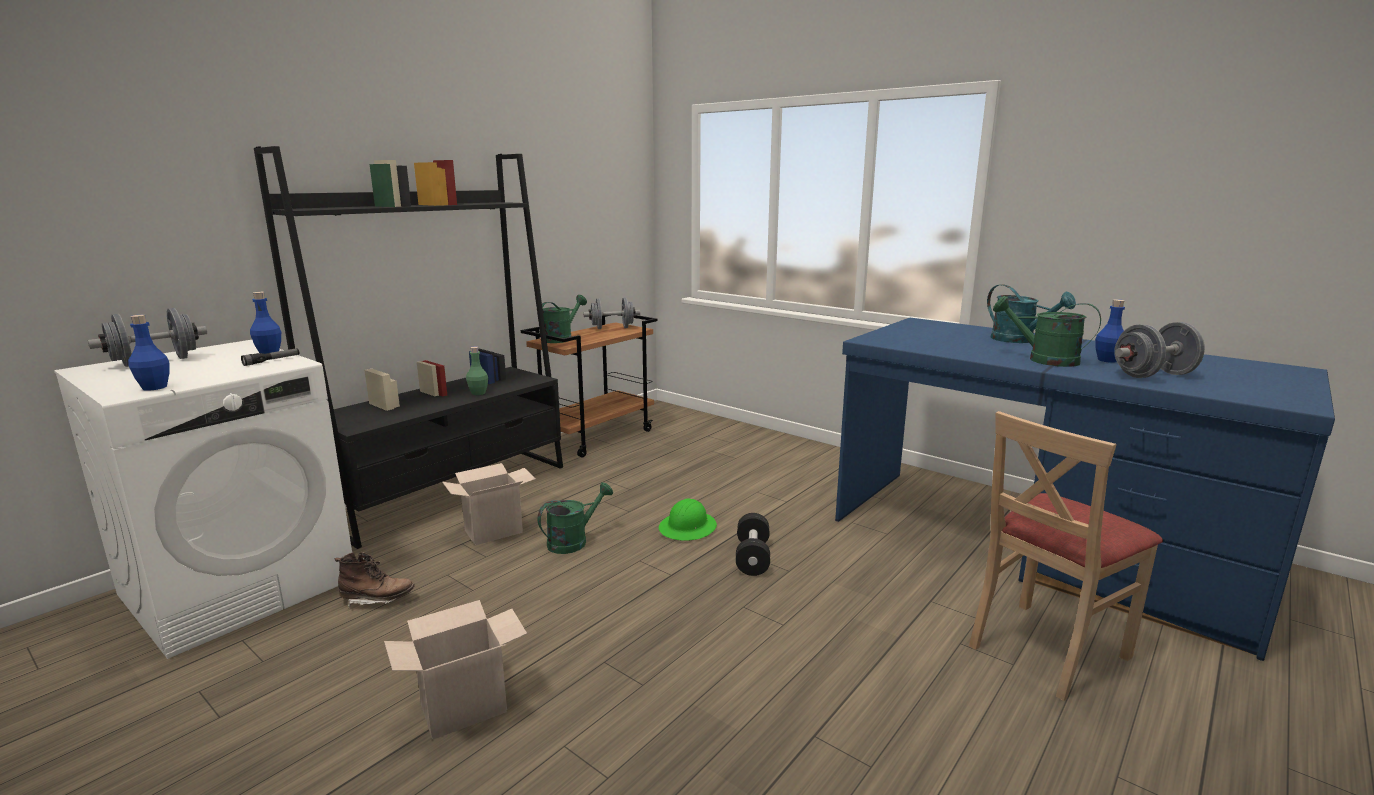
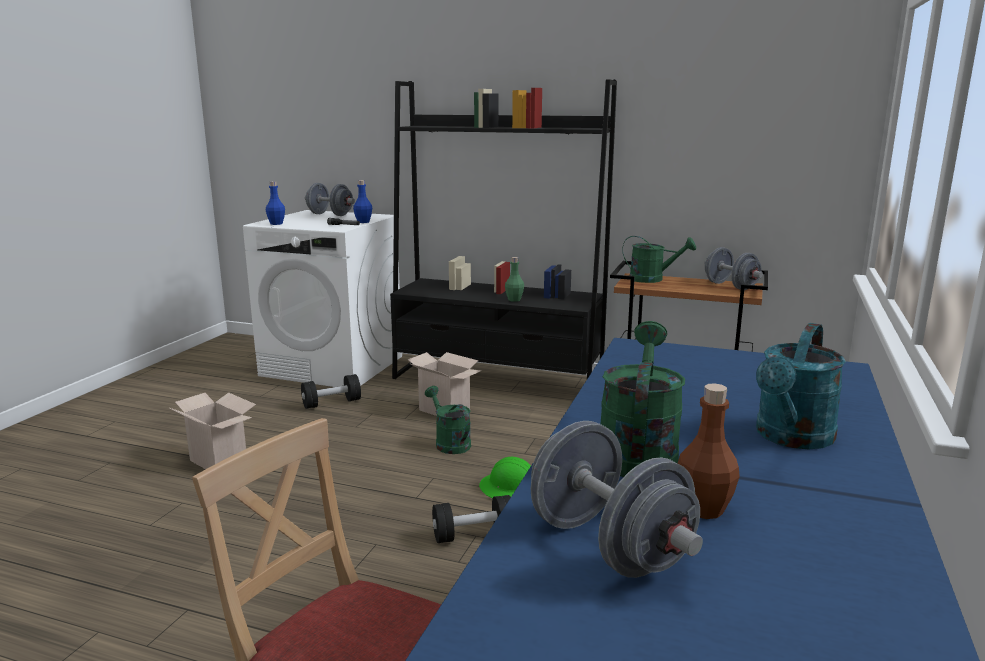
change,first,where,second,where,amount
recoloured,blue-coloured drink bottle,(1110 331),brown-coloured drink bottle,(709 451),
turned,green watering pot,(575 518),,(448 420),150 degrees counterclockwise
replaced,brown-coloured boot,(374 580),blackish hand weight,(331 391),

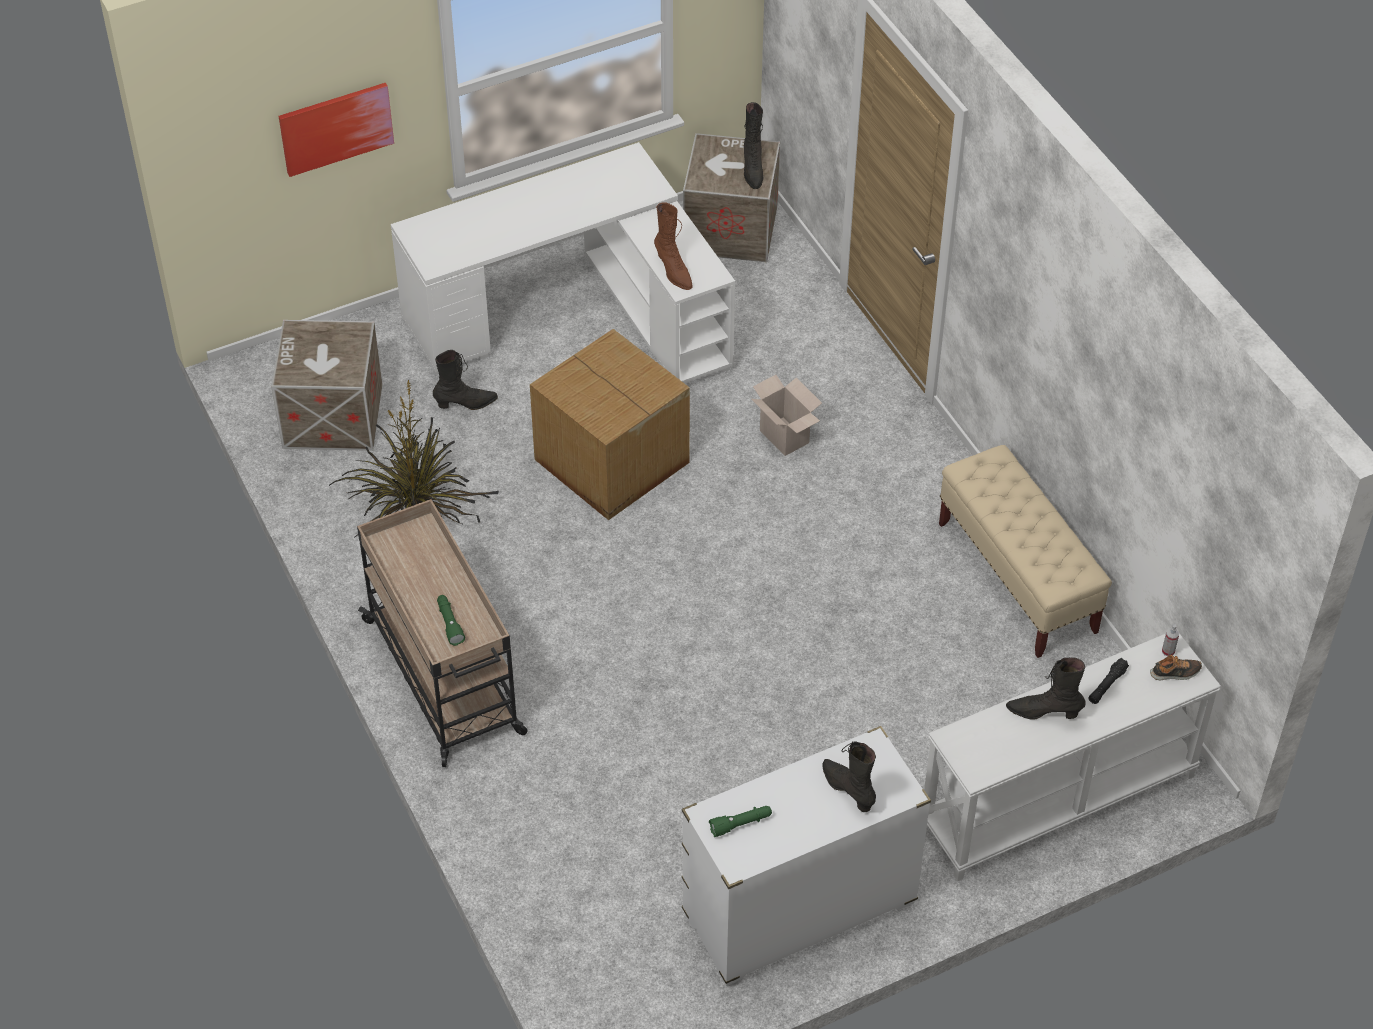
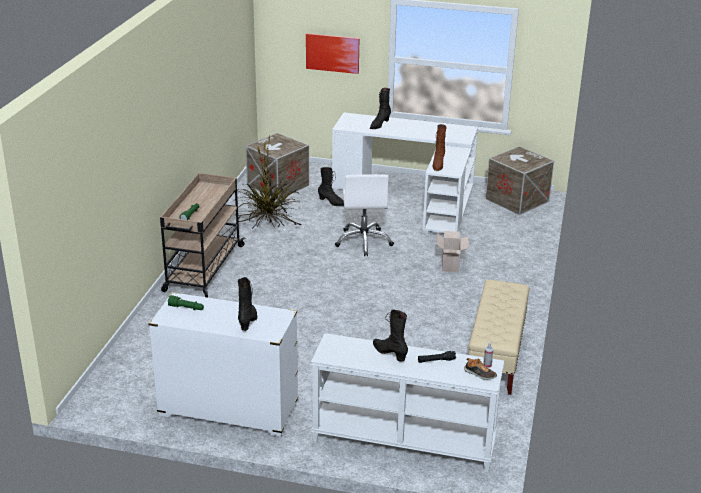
change,first,where,second,where,amount
moved,blackish boot,(753 145),,(380 108),
replaced,carton,(610 424),white desk chair,(364 215),

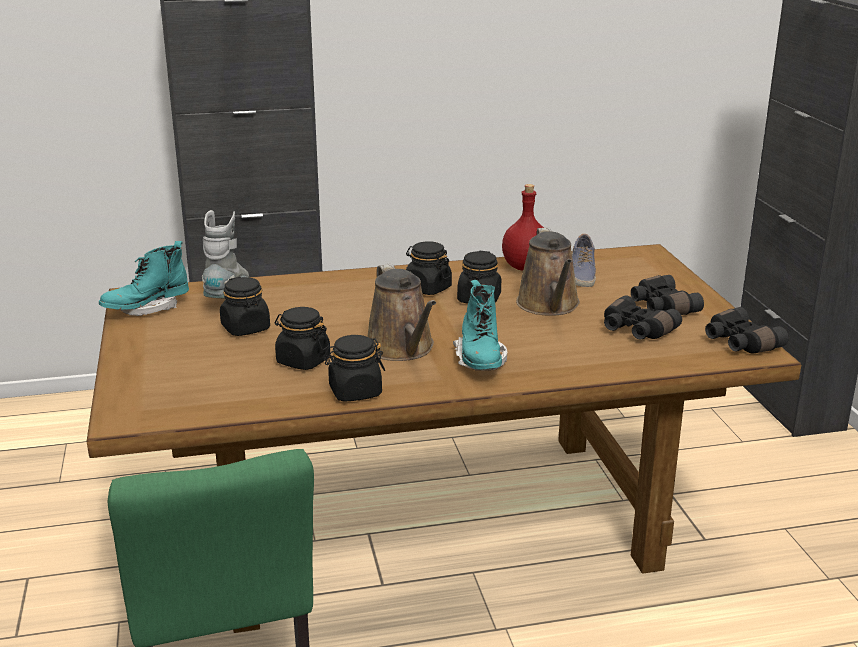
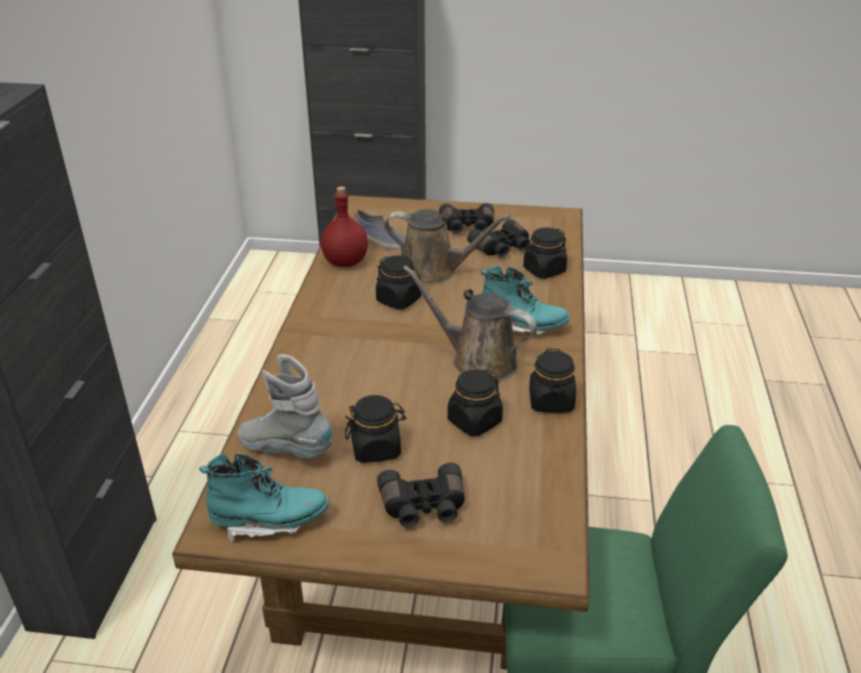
change,first,where,second,where,amount
turned,turquoise boot,(144 278),,(264 496),75 degrees counterclockwise
moved,blackish preserve jar,(429 268),,(545 253),
turned,brown-coloured watering pot,(402 312),,(470 323),150 degrees counterclockwise
moved,blackish field glasses,(747 330),,(421 495),

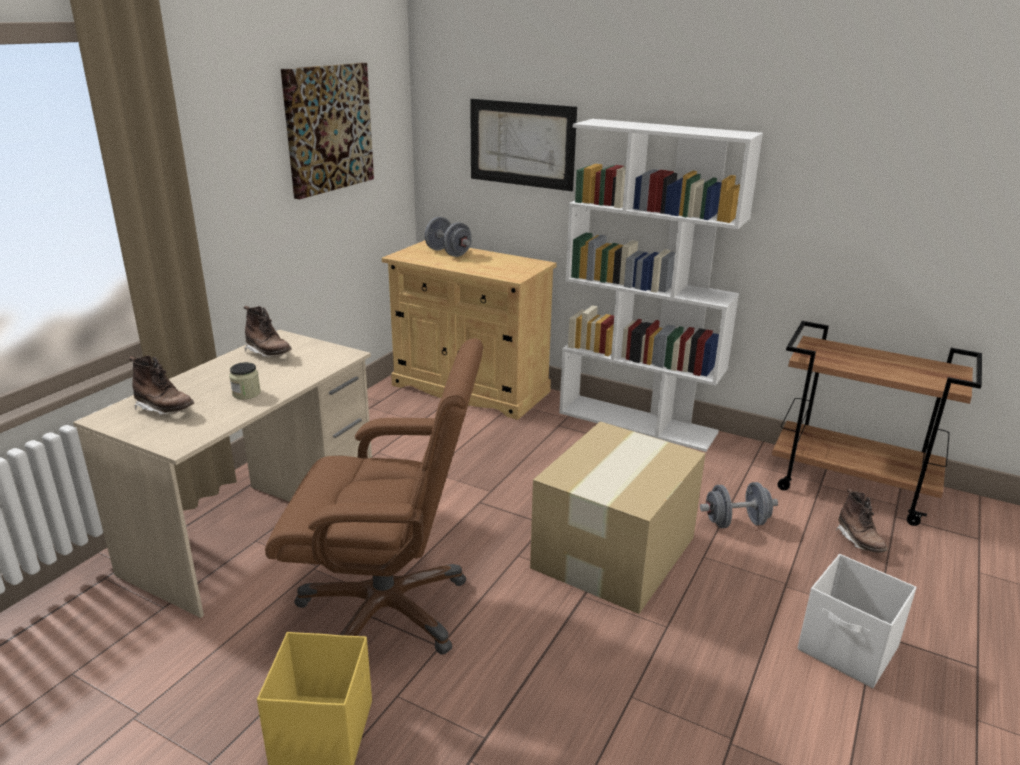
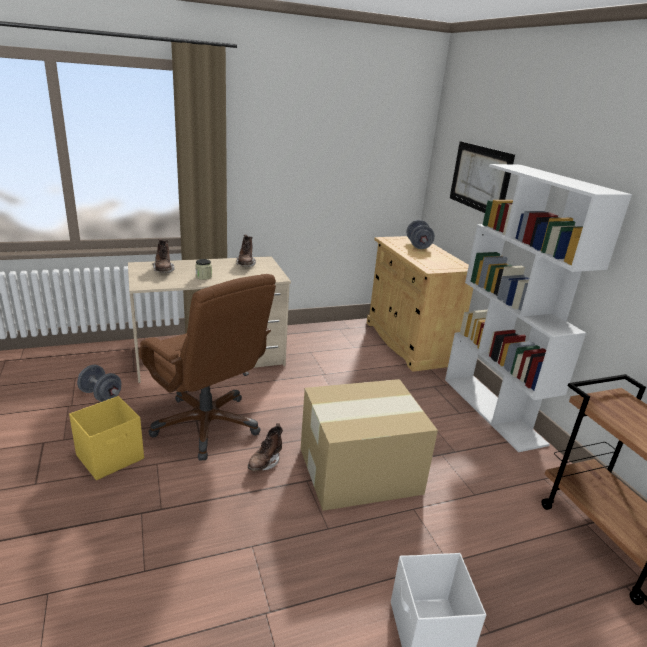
change,first,where,second,where,amount
removed,wall picture,(327 131),,,
moved,gray hand weight,(739 505),,(99 383),
moved,brown-coloured boot,(861 520),,(265 447),

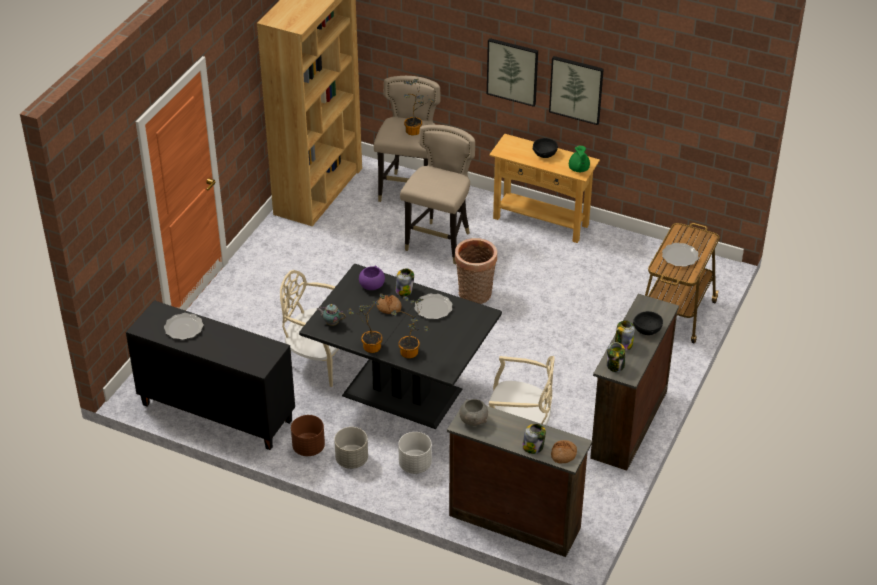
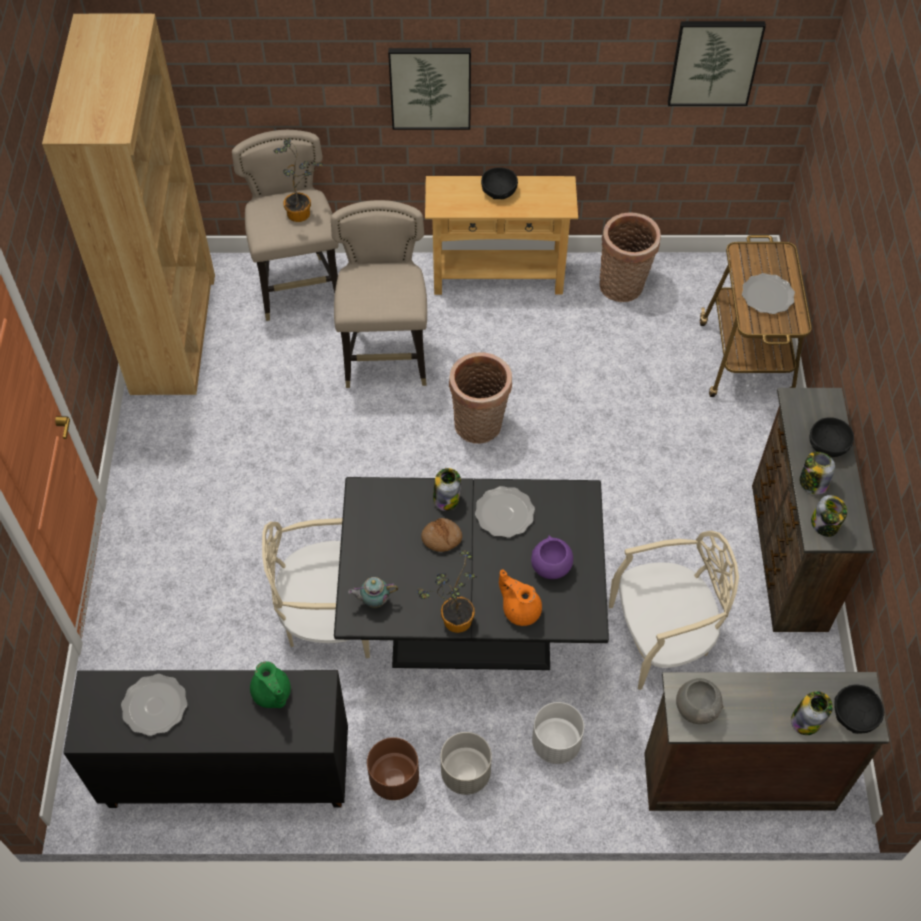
change,first,where,second,where,amount
moved,wall picture,(576 90),,(717 63),
moved,green tea pot,(579 158),,(270 684),
moved,purplish bowl,(372 277),,(552 557),
replaced,plant in a pot,(410 327),orange-coloured tea pot,(520 597),
replaced,bakery bread,(564 452),blackish bowl,(859 709),
added,,,storage basket,(630 257),

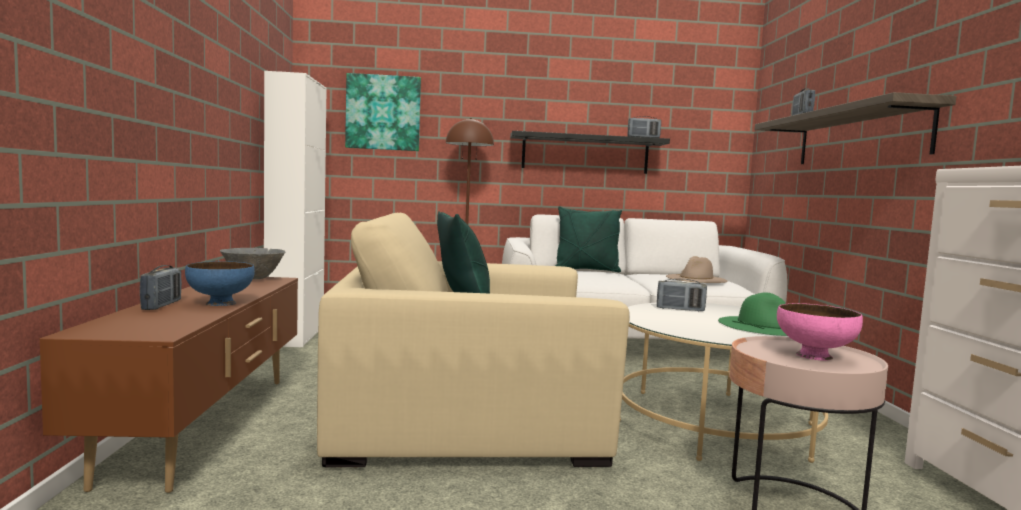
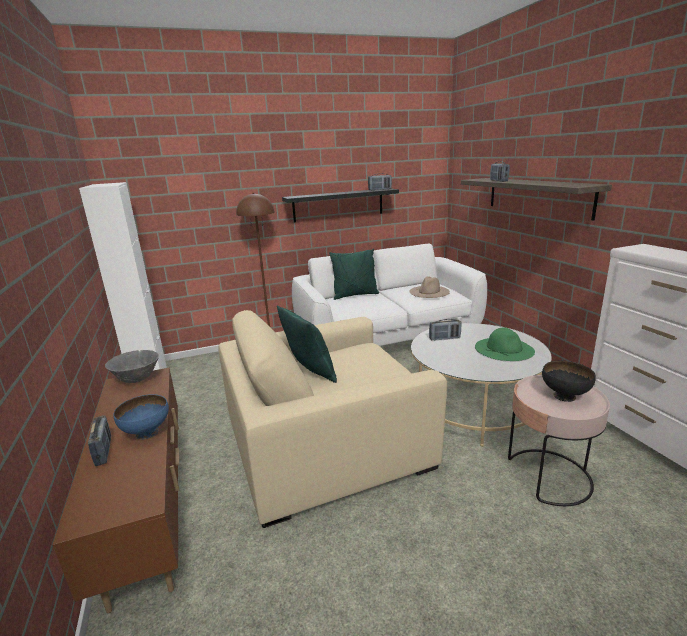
change,first,where,second,where,amount
removed,wall picture,(383 112),,,
recoloured,pink bowl,(820 332),blackish bowl,(569 381),

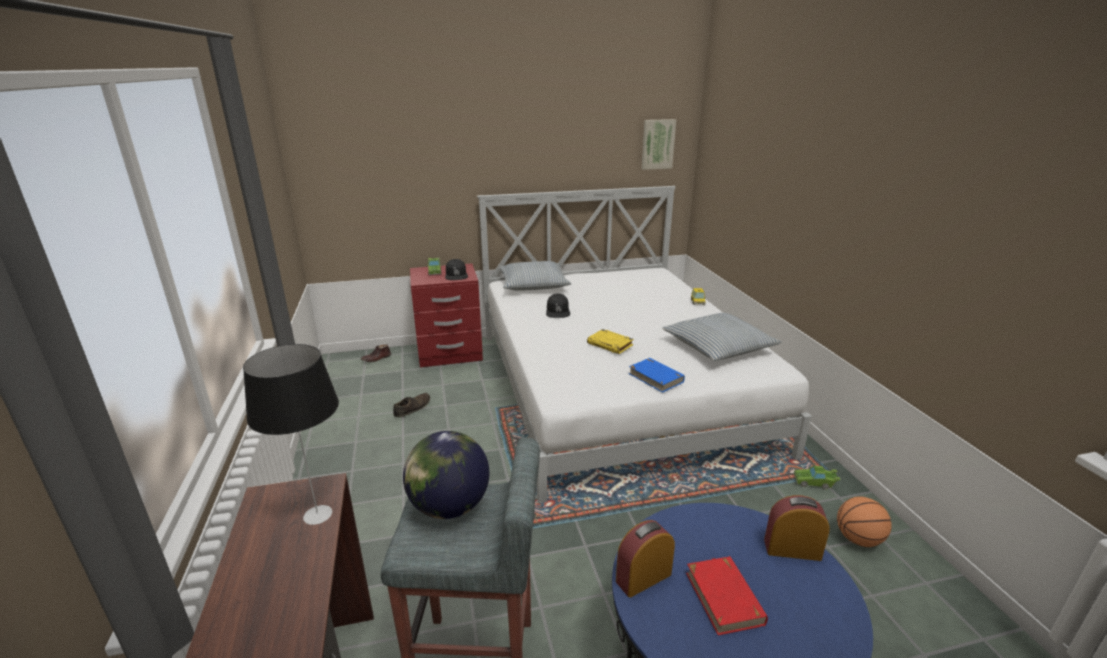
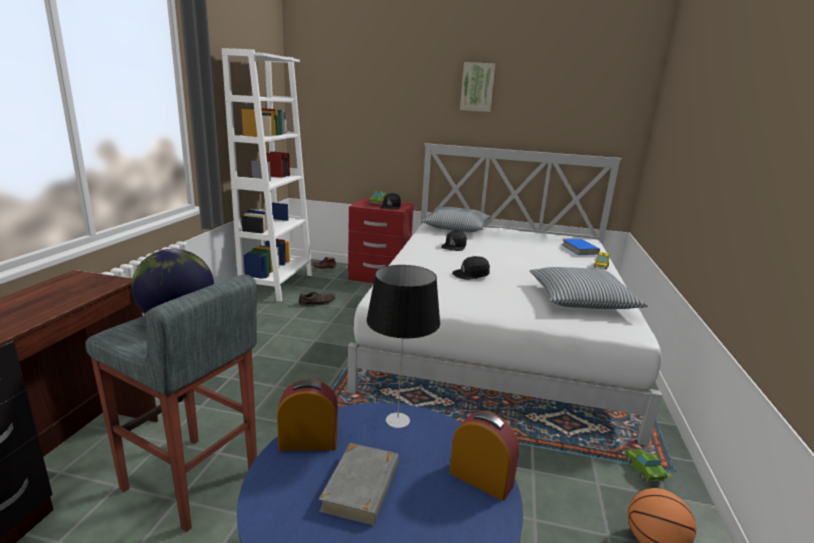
change,first,where,second,where,amount
moved,wall picture,(658 144),,(477 87),
replaced,yellow bound book,(610 341),blackish baseball cap,(471 268),
moved,lamp for a table,(291 434),,(403 346),
moved,blue-coloured bound book,(656 375),,(581 247),
turned,green model car,(817 477),,(648 465),45 degrees clockwise
recoloured,red-coloured bound book,(727 595),gray bound book,(359 484),
added,,,white bookcase,(267 175),

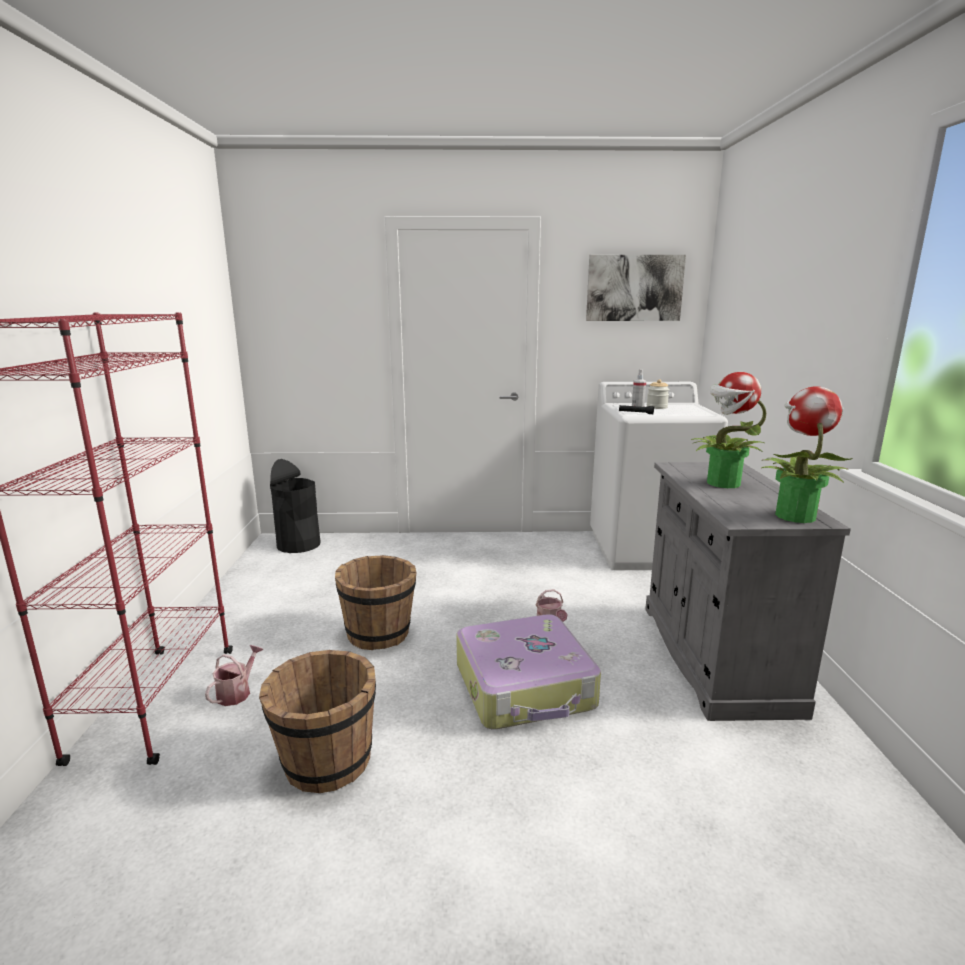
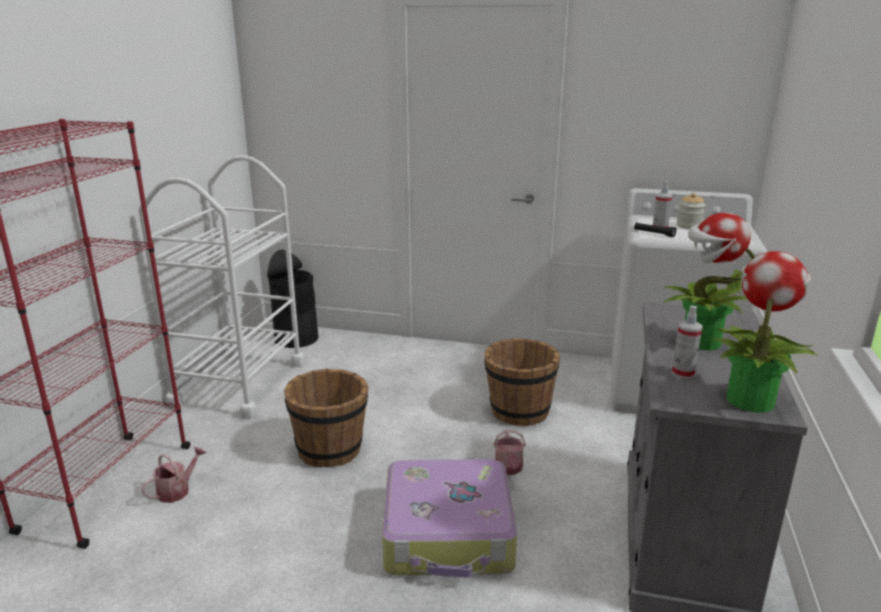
change,first,where,second,where,amount
removed,wall picture,(636 288),,,
moved,brown-coloured pail,(317 721),,(522 382),
added,,,white cart,(222 287),
added,,,hand sprayer,(687 342),

